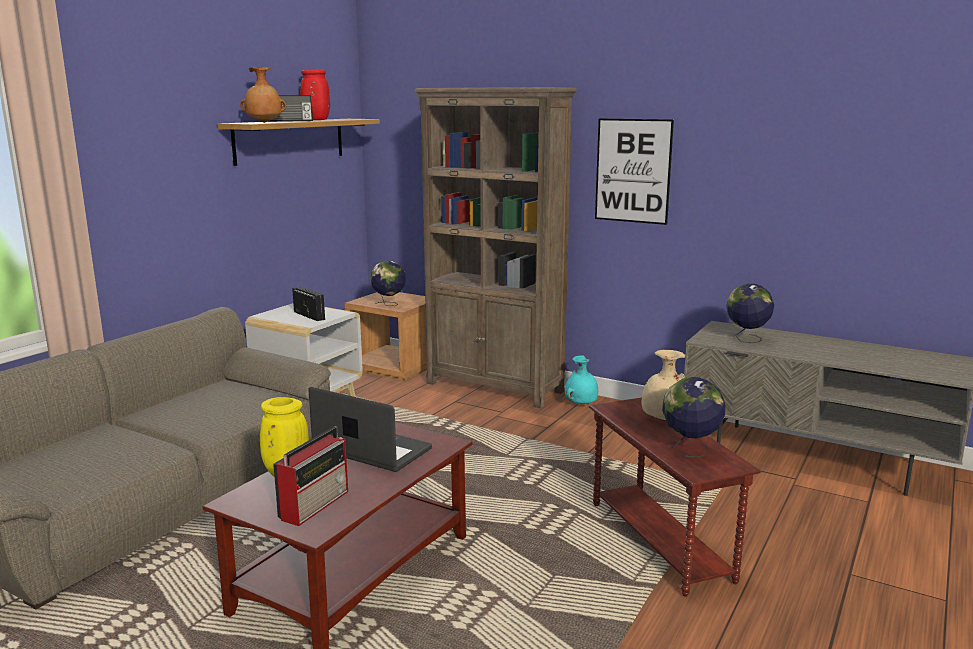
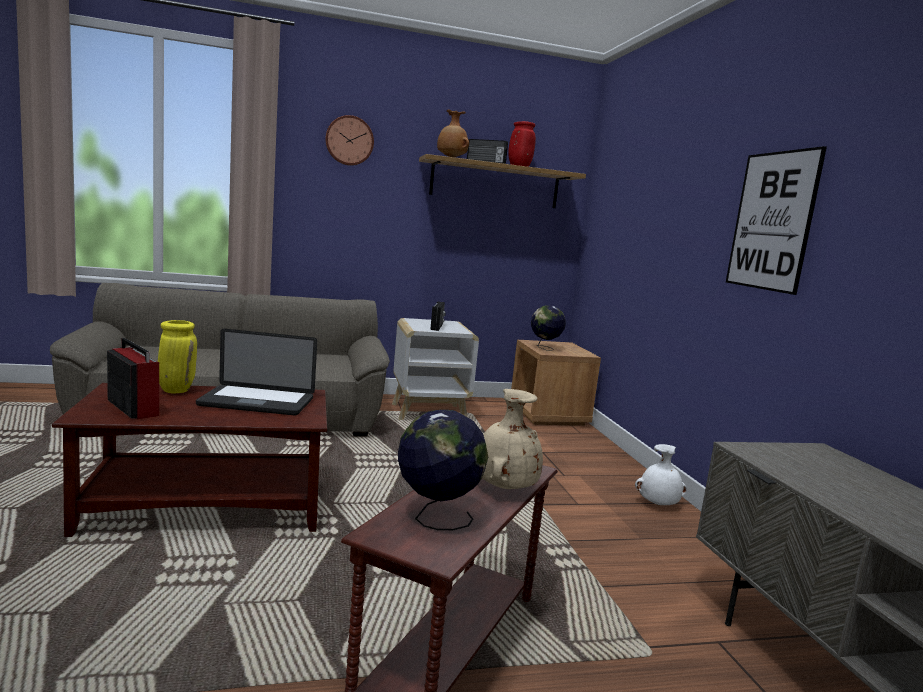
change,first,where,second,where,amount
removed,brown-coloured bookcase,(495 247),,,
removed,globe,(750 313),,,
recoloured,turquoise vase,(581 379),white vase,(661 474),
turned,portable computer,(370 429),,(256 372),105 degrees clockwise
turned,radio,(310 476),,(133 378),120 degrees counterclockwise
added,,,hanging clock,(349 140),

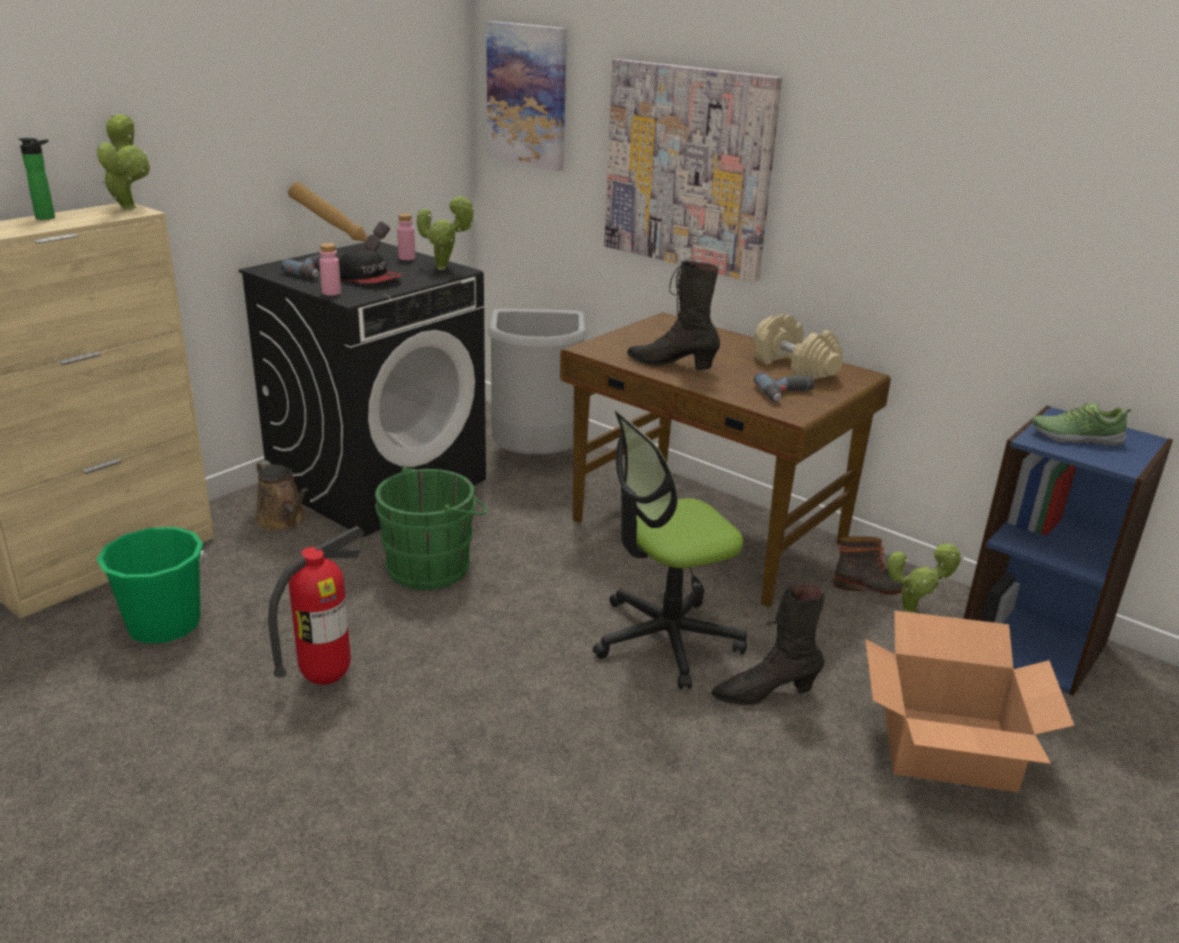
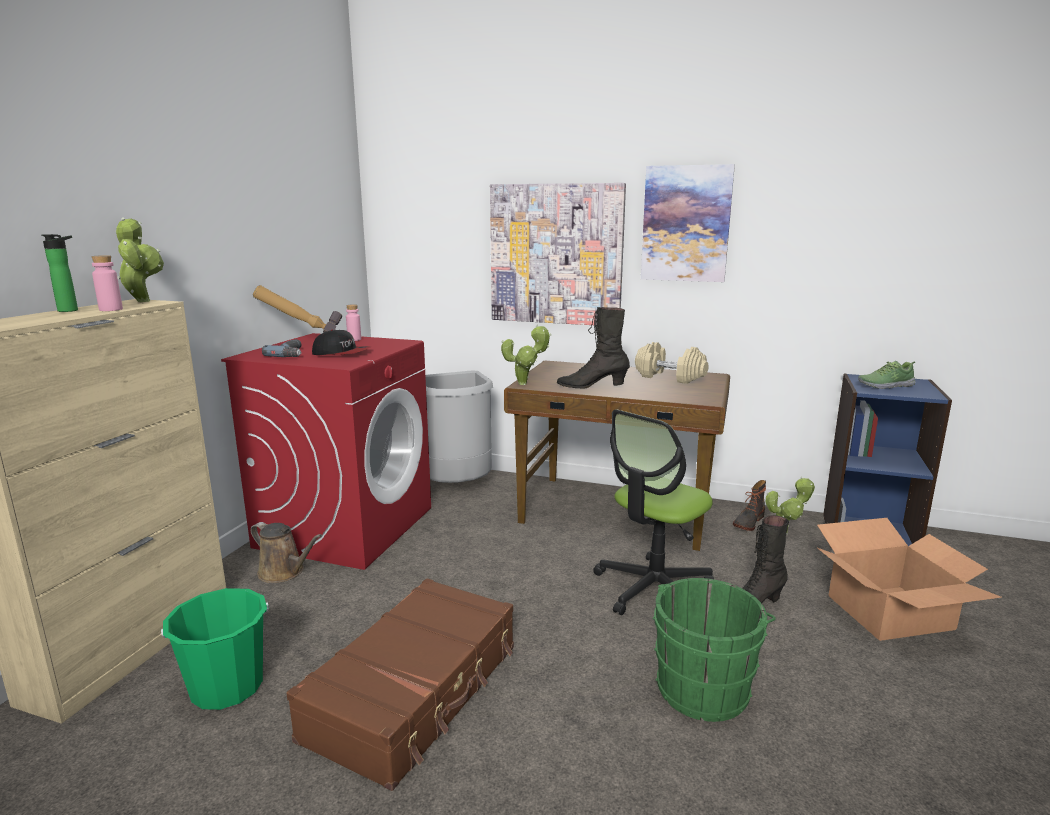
change,first,where,second,where,amount
moved,wall picture,(526 96),,(688 223),
moved,plant in a pot,(446 232),,(526 355),
recoloured,blackish laundry appliance,(362 389),red-coloured laundry appliance,(326 451),
moved,pink drink bottle,(330 269),,(107 283),
removed,drill,(784 387),,,
moved,green pail,(431 528),,(714 650),
replaced,fire extinguisher,(316 605),brown-coloured suitcase,(400 684),
turned,boot,(871 565),,(749 505),150 degrees clockwise

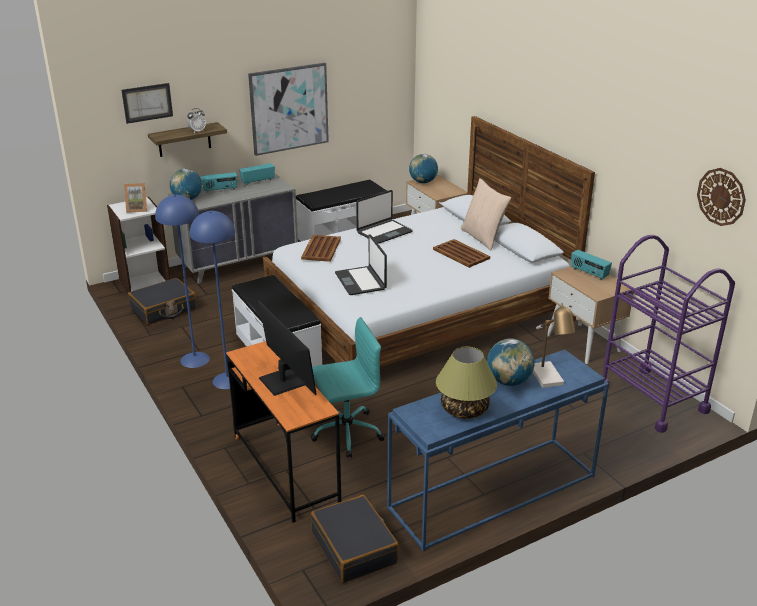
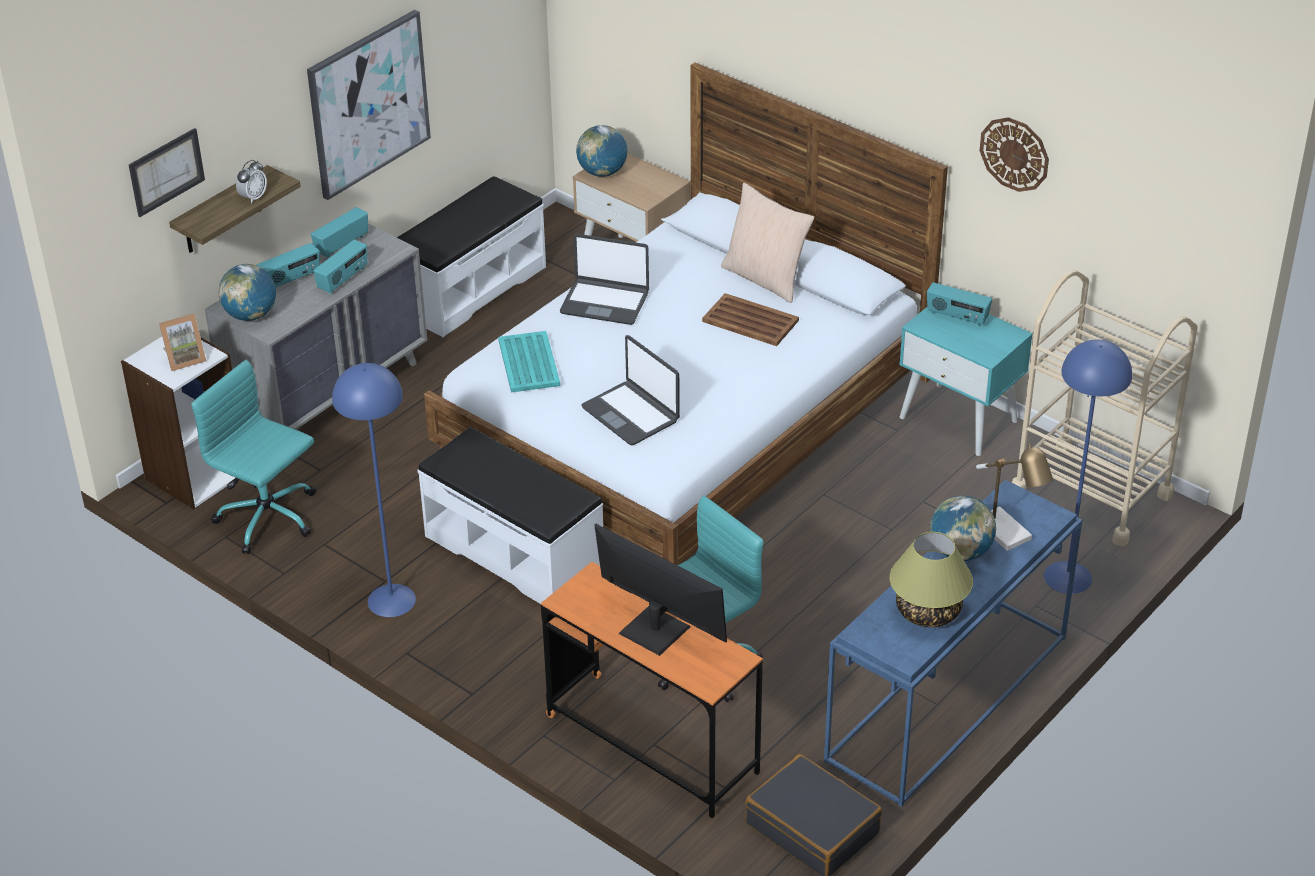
change,first,where,second,where,amount
moved,hanging clock,(721 197),,(1014 154),
turned,portable computer,(384 217),,(604 279),75 degrees clockwise
moved,blue-coloured standing lamp,(212 300),,(1088 467),
recoloured,brown-coloured tray,(321 248),turquoise tray,(529 362),
recoloured,purplish cart,(669 334),beige-coloured cart,(1104 408),
recoloured,beige-coloured nightstand,(590 315),turquoise nightstand,(966 381),
replaced,blackish suitcase,(162 301),turquoise desk chair,(253 457),
added,,,radio,(340 267),

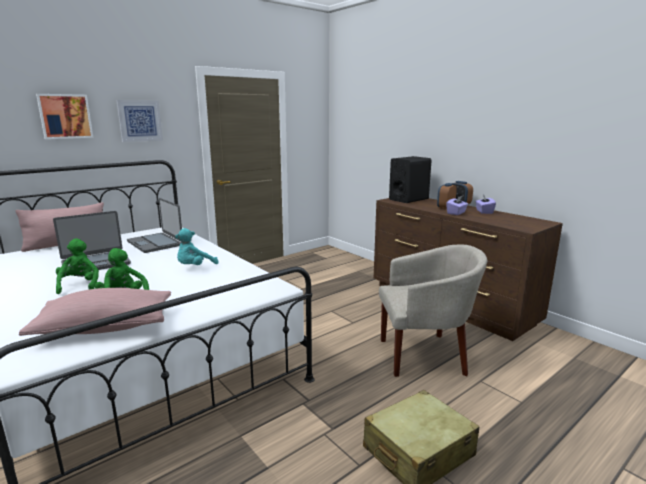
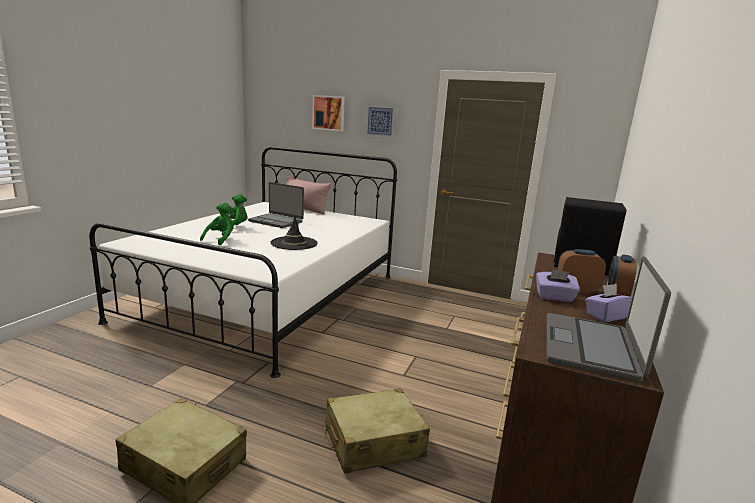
change,first,where,second,where,amount
moved,portable computer,(154 225),,(608 319),
replaced,turquoise plush toy,(196 246),blackish hat,(294 233),
replaced,beige-coloured armchair,(433 311),beige-coloured suitcase,(377 431),
removed,pink pillow,(95 312),,,

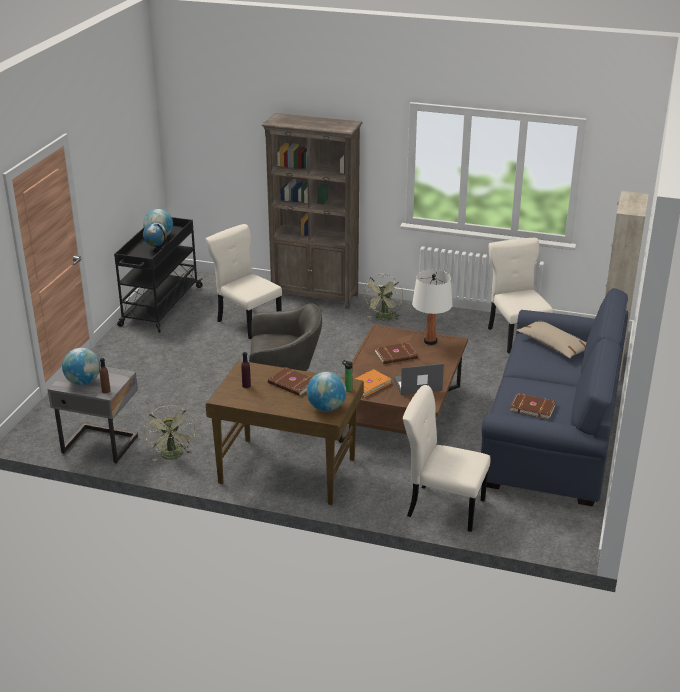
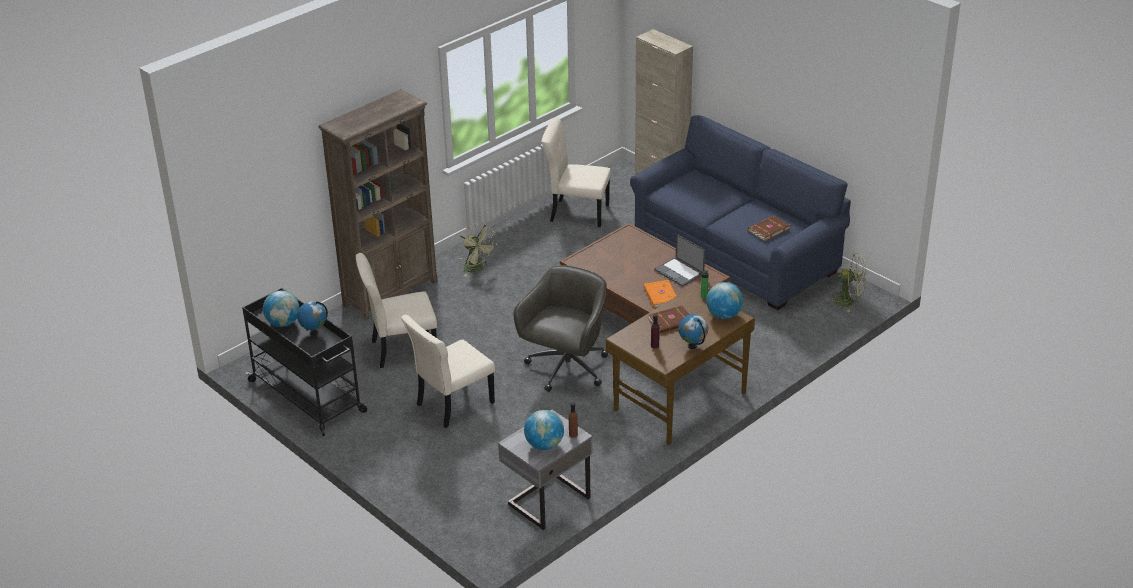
change,first,where,second,where,amount
removed,white lamp for a table,(432 307),,,
removed,beige-coloured pillow,(551 339),,,
removed,brown-coloured bound book,(396 353),,,
turned,portable computer,(418 379),,(679 260),60 degrees counterclockwise
moved,beige-coloured plain chair,(447 458),,(448 371),
moved,green cooling fan,(169 433),,(848 282),
added,,,globe,(693 331),

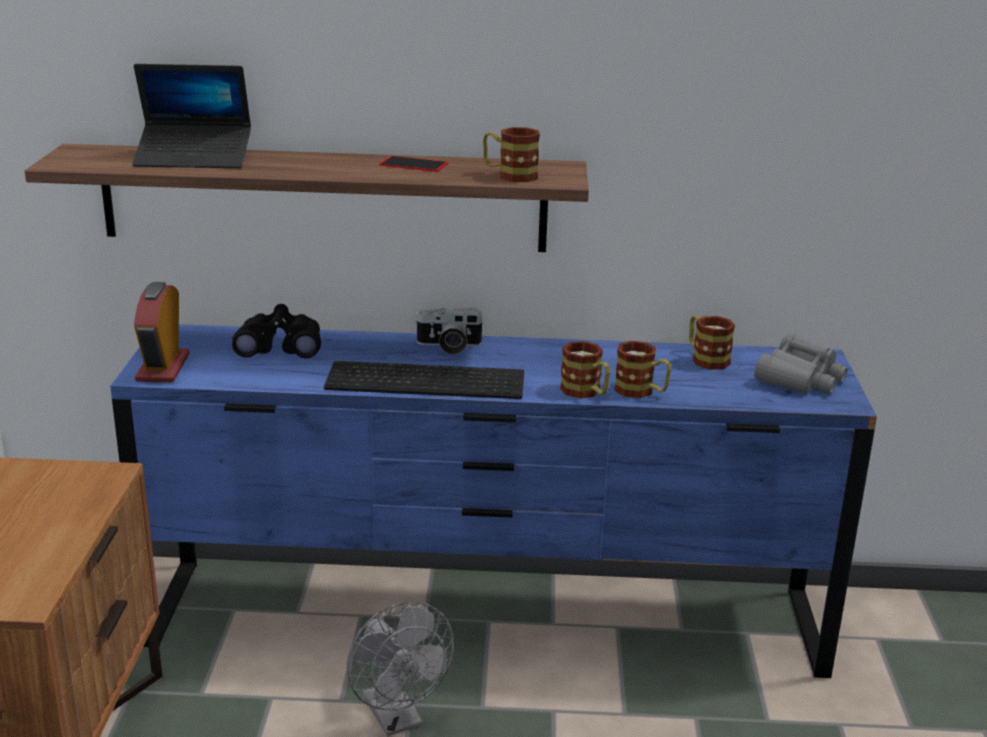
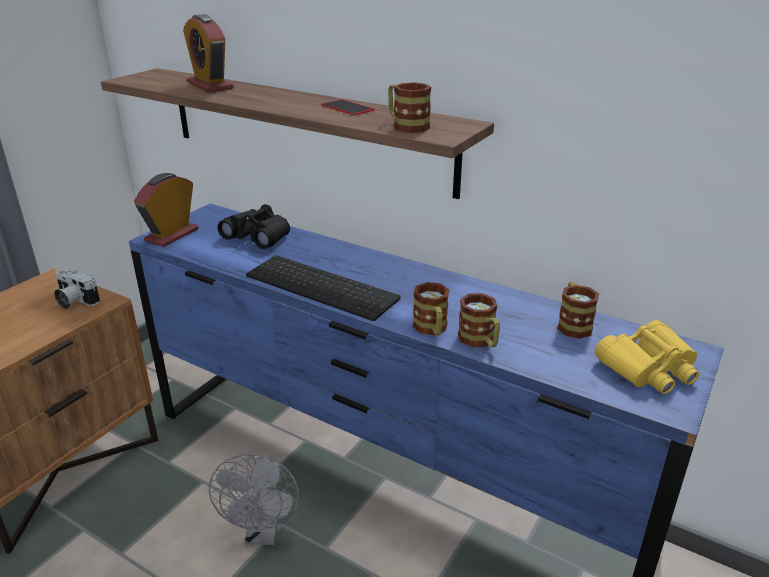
change,first,where,second,where,amount
replaced,portable computer,(192 116),bedside clock,(208 53),
moved,photo camera,(449 331),,(77 289),
recoloured,gray field glasses,(801 363),yellow field glasses,(647 357),

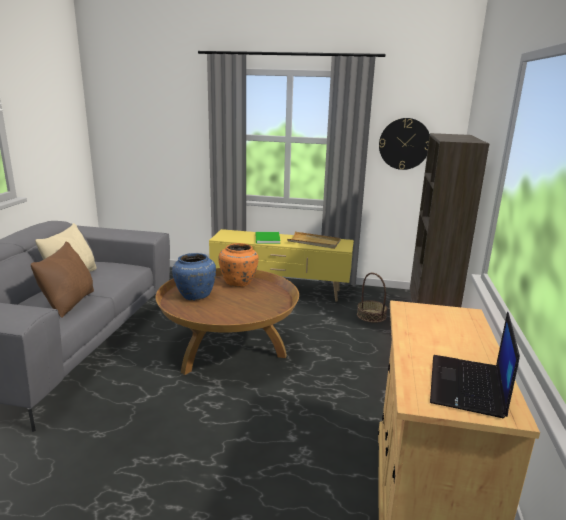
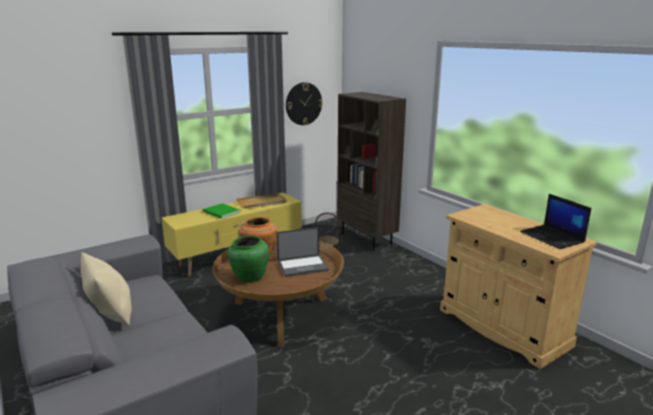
change,first,where,second,where,amount
removed,brown-coloured pillow,(62 279),,,
recoloured,blue-coloured vase,(194 277),green vase,(249 259),
added,,,portable computer,(302 252),

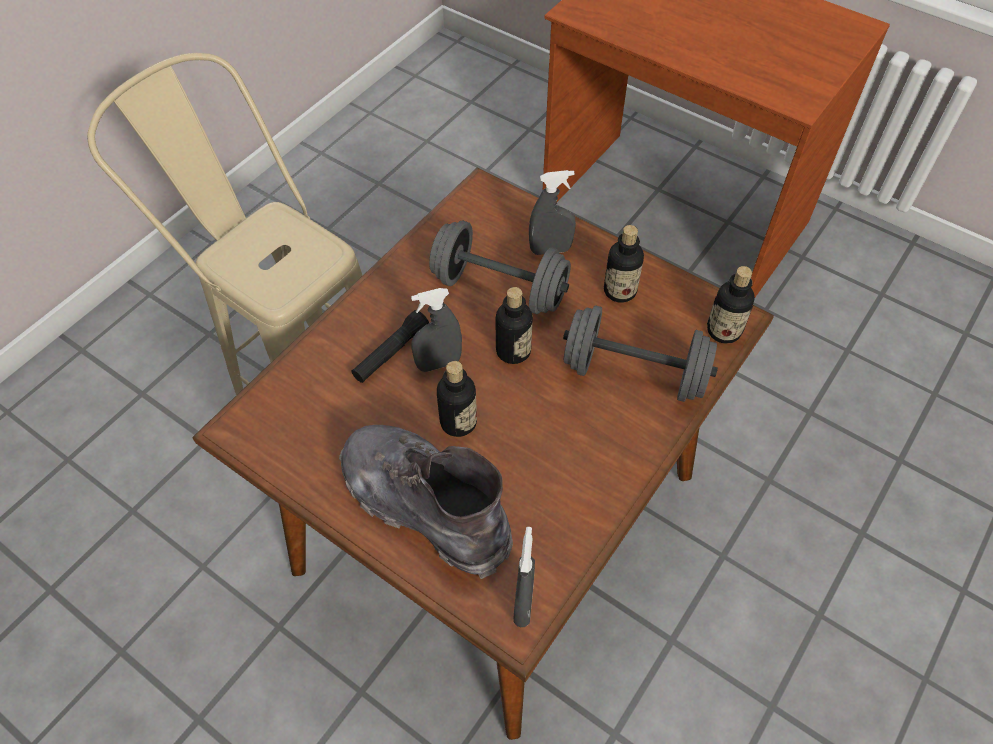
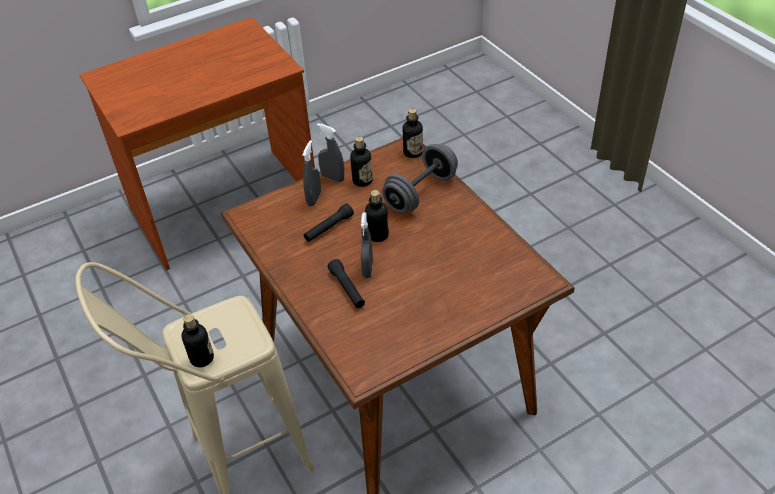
change,first,where,second,where,amount
replaced,gray hand weight,(500 267),blackish hand torch,(329 223),
moved,drink bottle,(457 399),,(198 340),
removed,gray boot,(426 502),,,
moved,gray hand sprayer,(524 577),,(330 152),

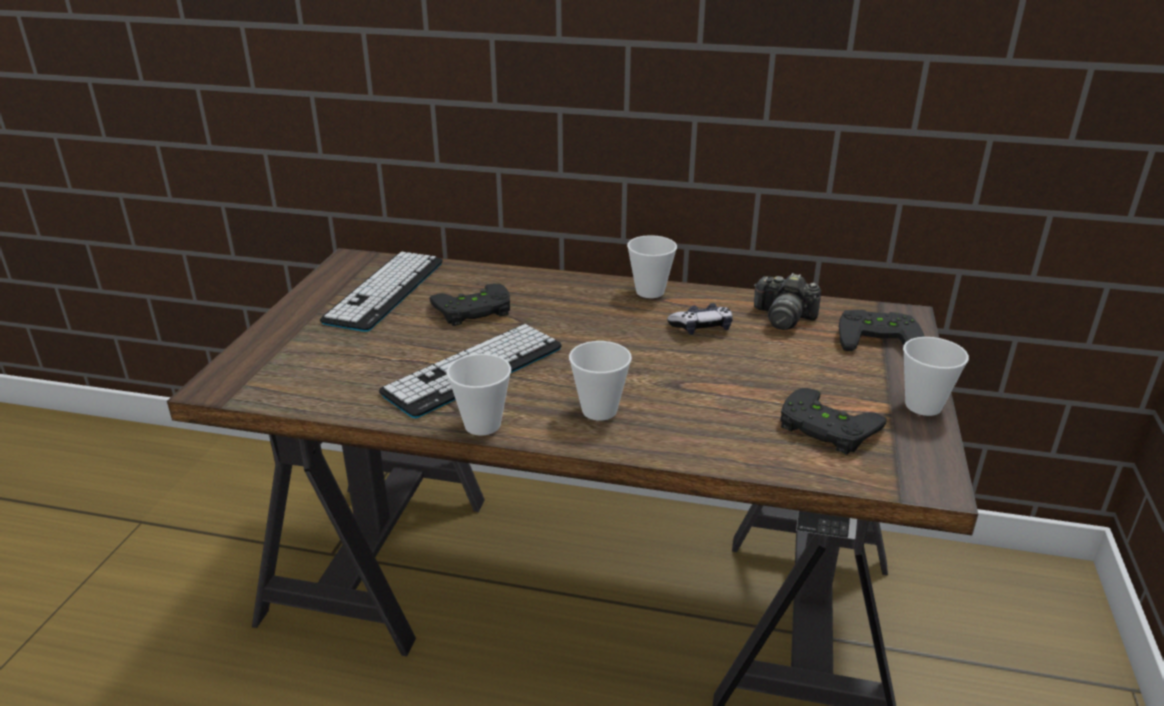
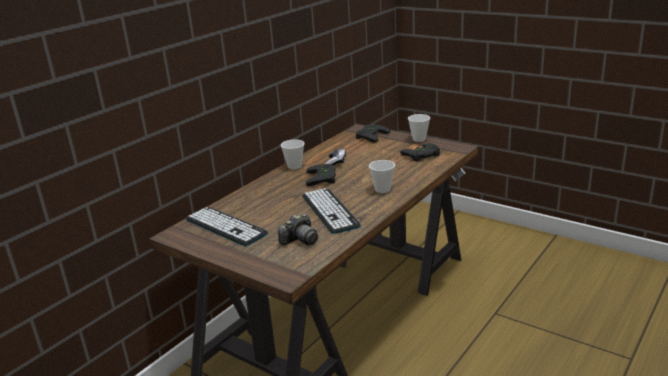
change,first,where,second,where,amount
moved,photo camera,(787 301),,(298 229),
moved,blackish joypad,(469 305),,(321 175),
removed,drinking cup,(479 395),,,

